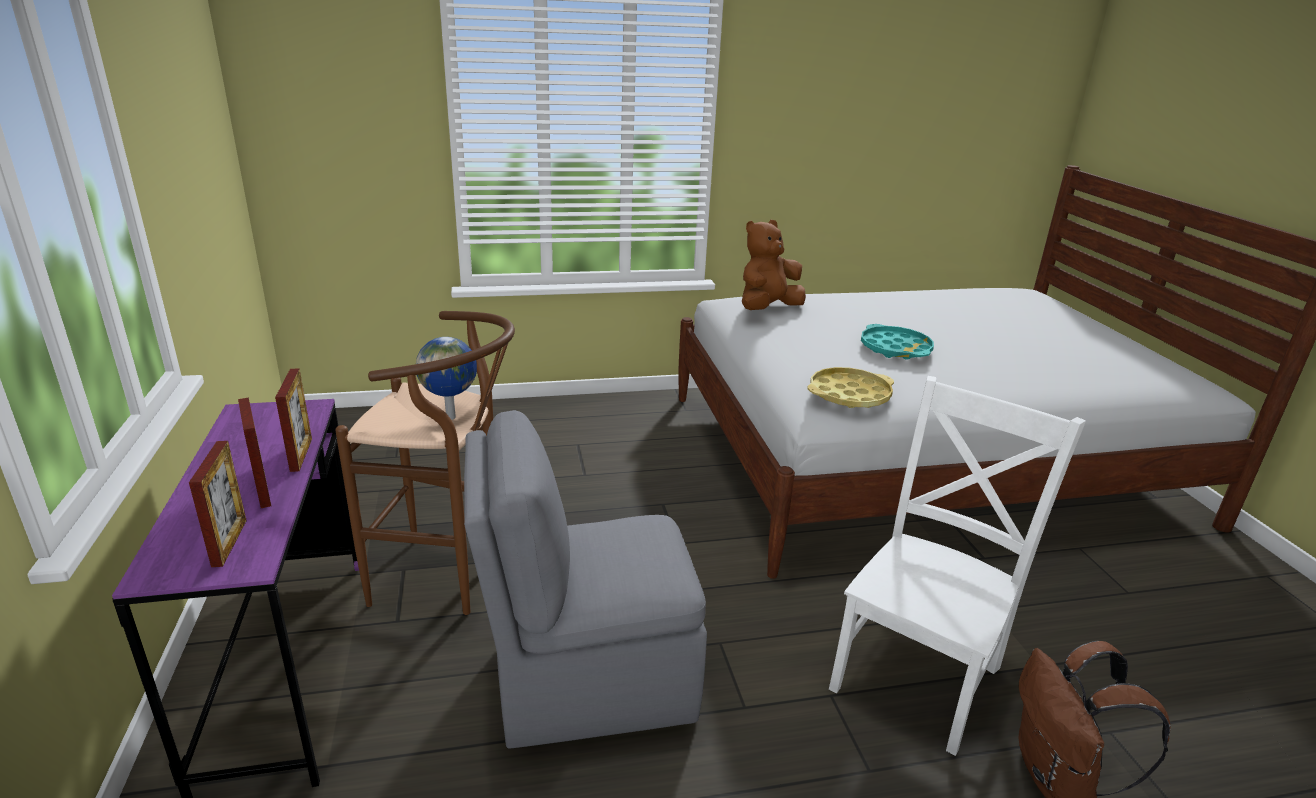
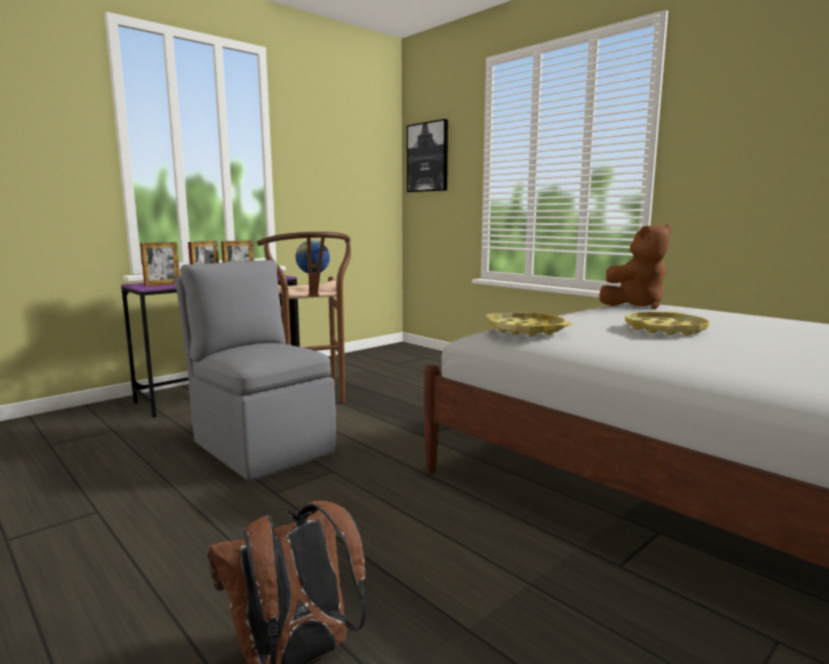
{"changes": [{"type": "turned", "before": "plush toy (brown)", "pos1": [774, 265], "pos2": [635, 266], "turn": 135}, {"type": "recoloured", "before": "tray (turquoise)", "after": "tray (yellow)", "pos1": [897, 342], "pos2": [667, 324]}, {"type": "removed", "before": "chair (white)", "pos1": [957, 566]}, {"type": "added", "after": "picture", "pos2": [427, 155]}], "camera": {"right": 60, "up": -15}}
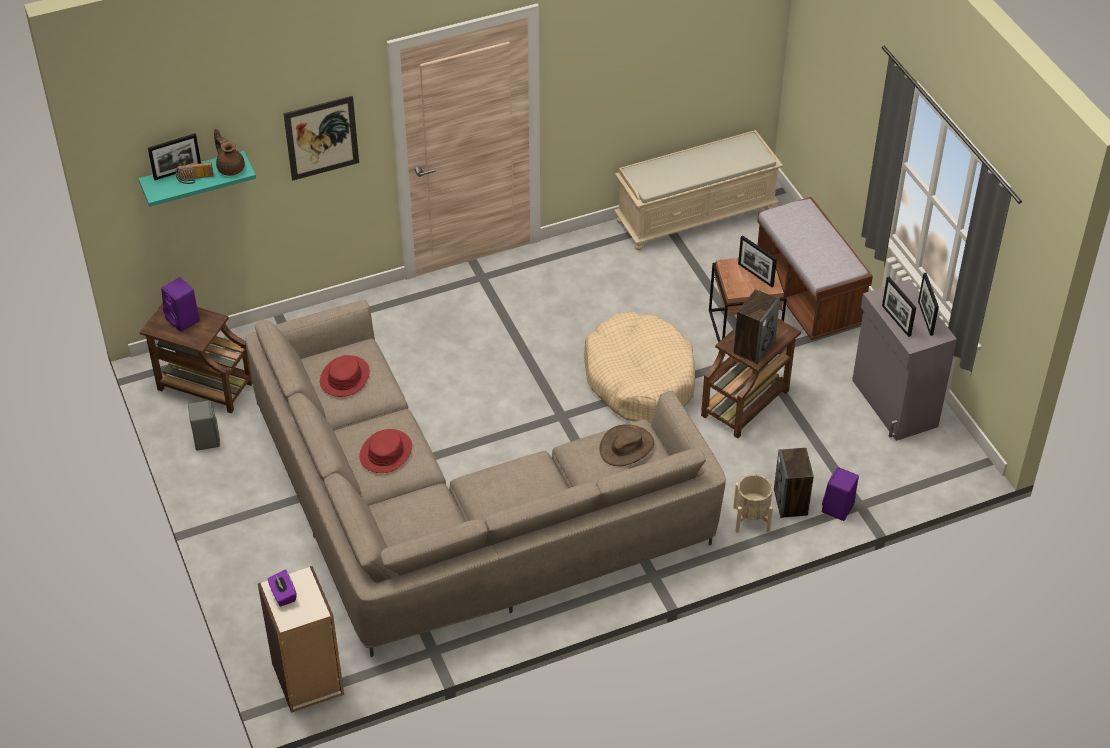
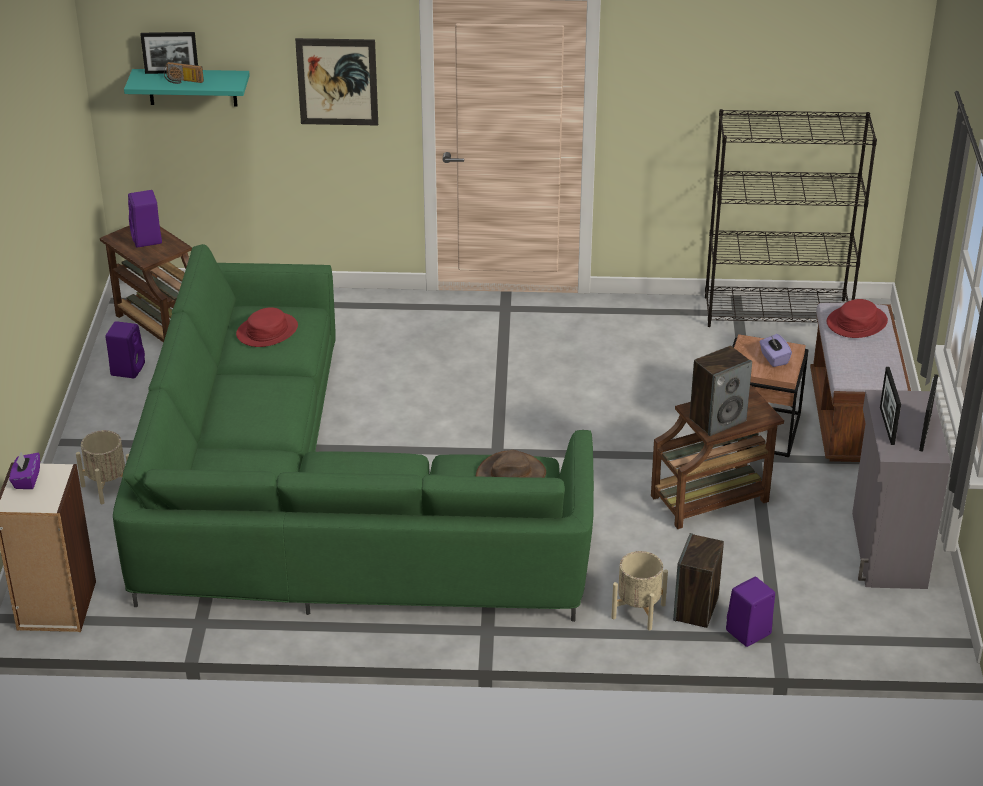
{"changes": [{"type": "removed", "before": "teapot (brown)", "pos1": [229, 152]}, {"type": "replaced", "before": "bench (beige)", "after": "bookcase (black)", "pos1": [698, 190], "pos2": [791, 218]}, {"type": "replaced", "before": "picture frame", "after": "tissue box (purple)", "pos1": [757, 261], "pos2": [776, 350]}, {"type": "recoloured", "before": "sofa (beige)", "after": "sofa (green)", "pos1": [486, 478], "pos2": [353, 433]}, {"type": "removed", "before": "dog bed (beige)", "pos1": [639, 367]}, {"type": "recoloured", "before": "speaker (grey)", "after": "speaker (purple)", "pos1": [204, 425], "pos2": [125, 349]}, {"type": "moved", "before": "hat (red)", "pos1": [385, 451], "pos2": [857, 318]}, {"type": "added", "after": "planter (beige)", "pos2": [102, 467]}], "camera": {"right": 25, "up": -10}}
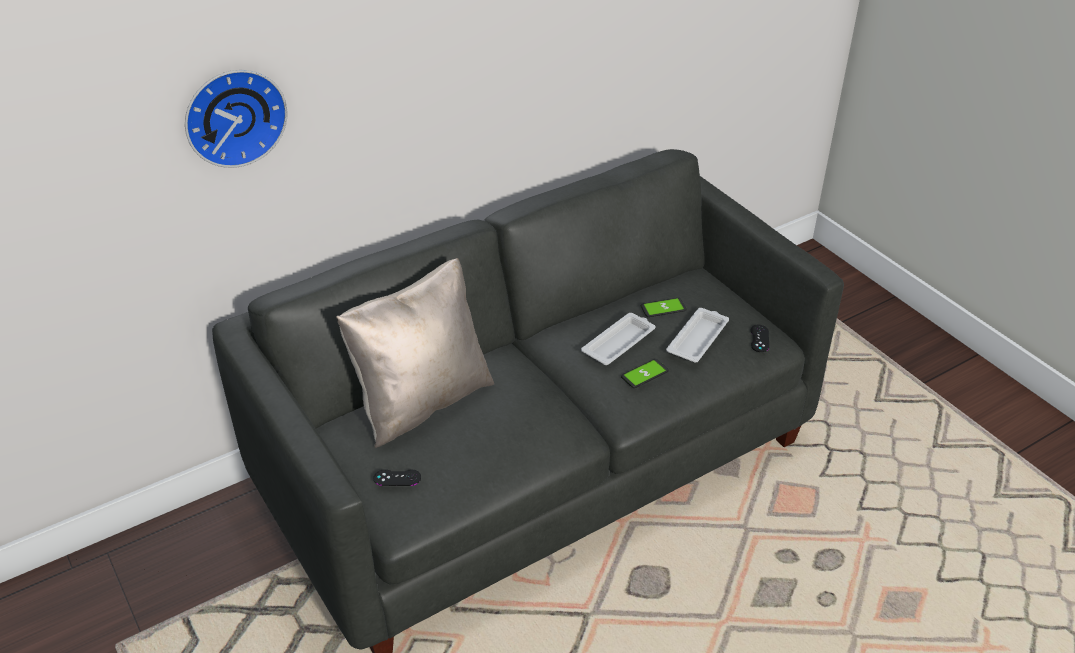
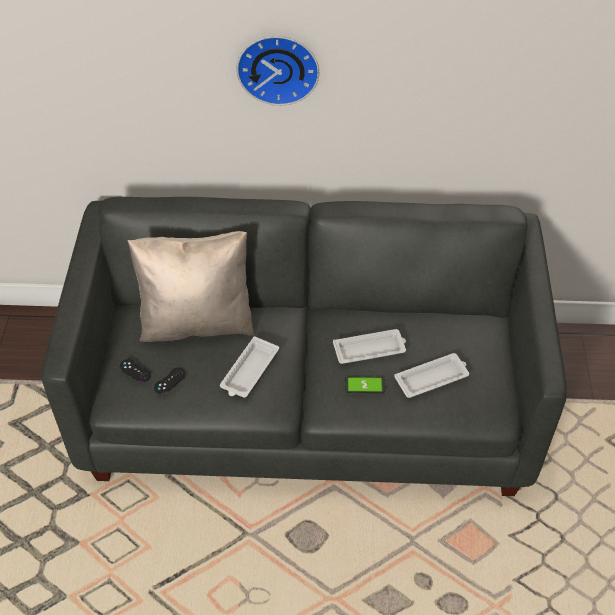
{"changes": [{"type": "moved", "before": "wall clock", "pos1": [236, 119], "pos2": [277, 71]}, {"type": "removed", "before": "phone", "pos1": [664, 307]}, {"type": "moved", "before": "game controller (black)", "pos1": [759, 338], "pos2": [170, 380]}, {"type": "added", "after": "tray (white)", "pos2": [249, 367]}], "camera": {"right": 35, "up": 10}}
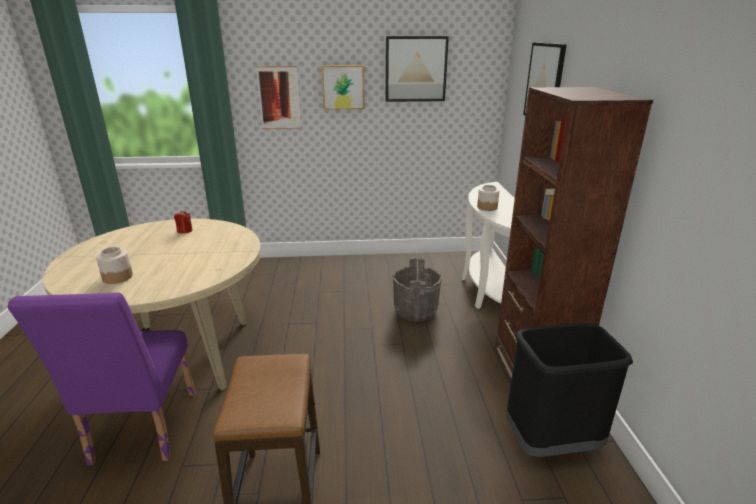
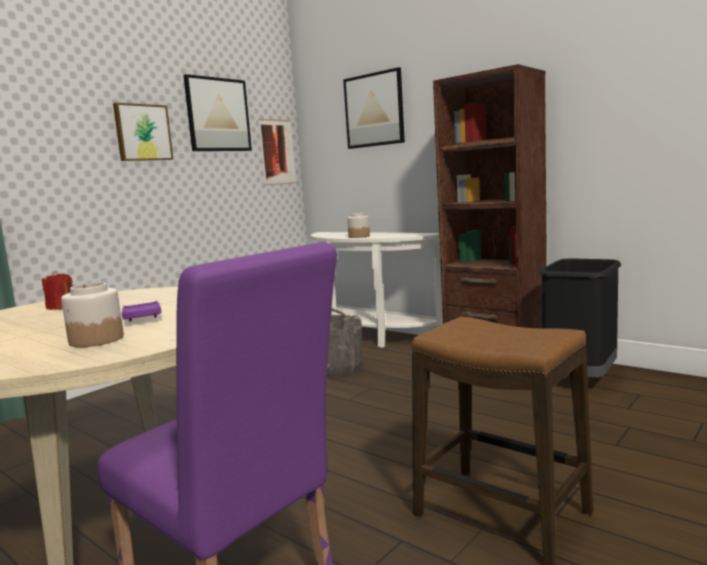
{"changes": [{"type": "moved", "before": "picture", "pos1": [278, 97], "pos2": [277, 152]}, {"type": "added", "after": "tray (purple)", "pos2": [142, 311]}], "camera": {"right": -45, "up": -15}}
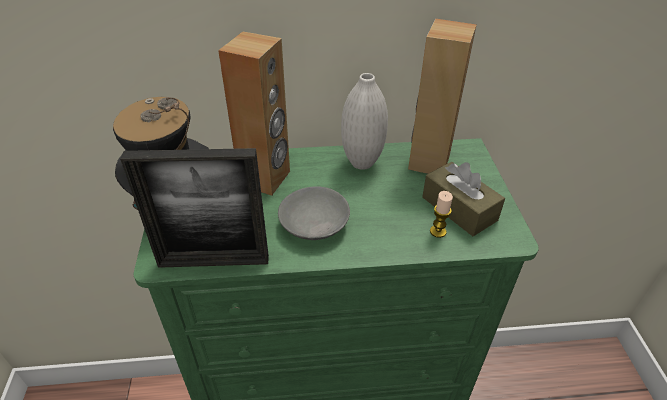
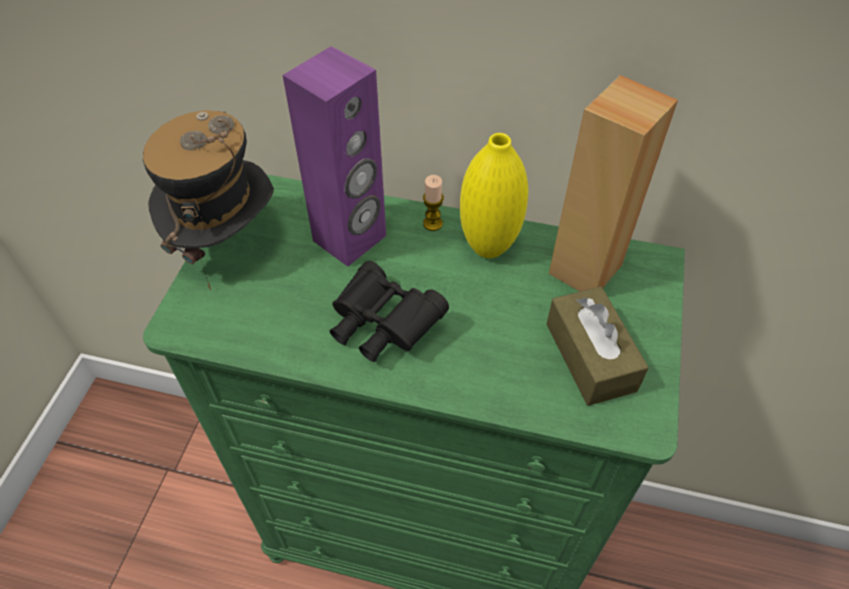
{"changes": [{"type": "recoloured", "before": "speaker (brown)", "after": "speaker (purple)", "pos1": [254, 113], "pos2": [334, 156]}, {"type": "recoloured", "before": "vase (white)", "after": "vase (yellow)", "pos1": [364, 121], "pos2": [494, 195]}, {"type": "removed", "before": "picture frame", "pos1": [194, 208]}, {"type": "replaced", "before": "bowl (grey)", "after": "binoculars (black)", "pos1": [314, 213], "pos2": [389, 311]}, {"type": "moved", "before": "candle", "pos1": [441, 214], "pos2": [433, 203]}], "camera": {"right": 20, "up": 10}}
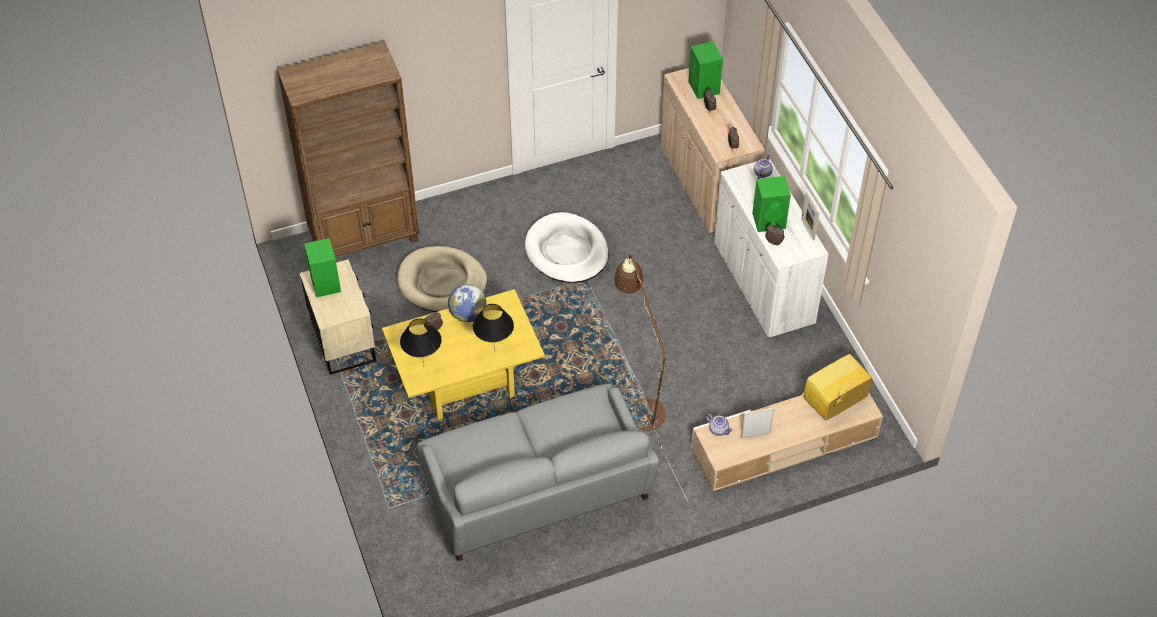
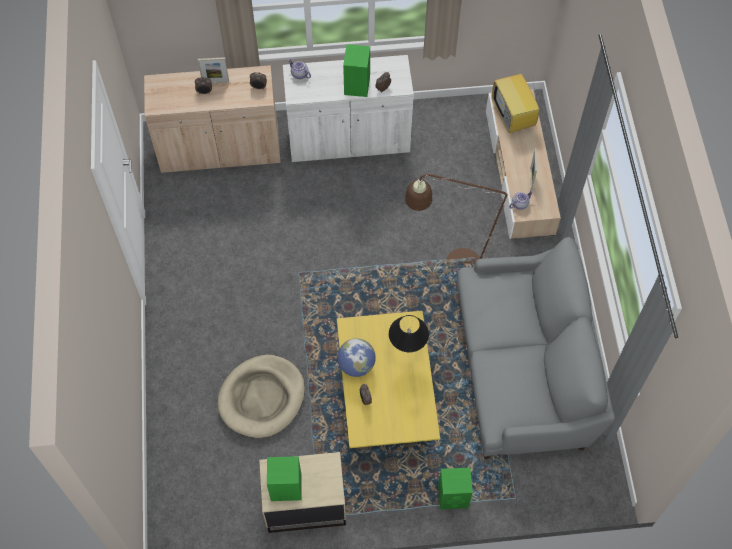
{"changes": [{"type": "removed", "before": "bookcase (brown)", "pos1": [348, 149]}, {"type": "moved", "before": "speaker (green)", "pos1": [705, 70], "pos2": [455, 489]}, {"type": "moved", "before": "picture frame", "pos1": [810, 216], "pos2": [213, 70]}, {"type": "removed", "before": "dog bed (white)", "pos1": [566, 247]}, {"type": "removed", "before": "table lamp (black)", "pos1": [421, 341]}], "camera": {"right": -75, "up": 10}}
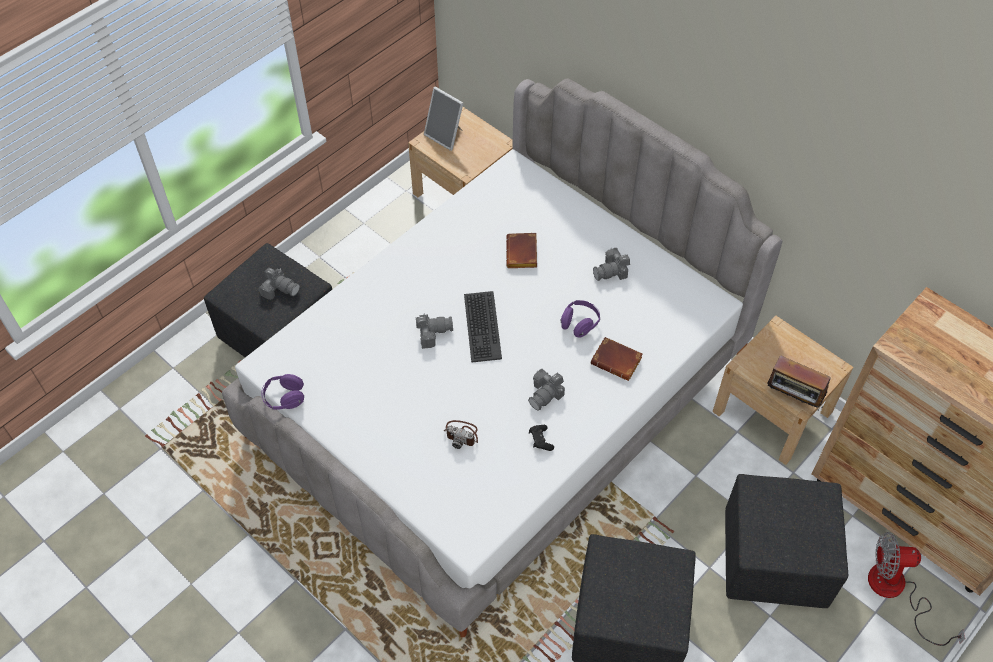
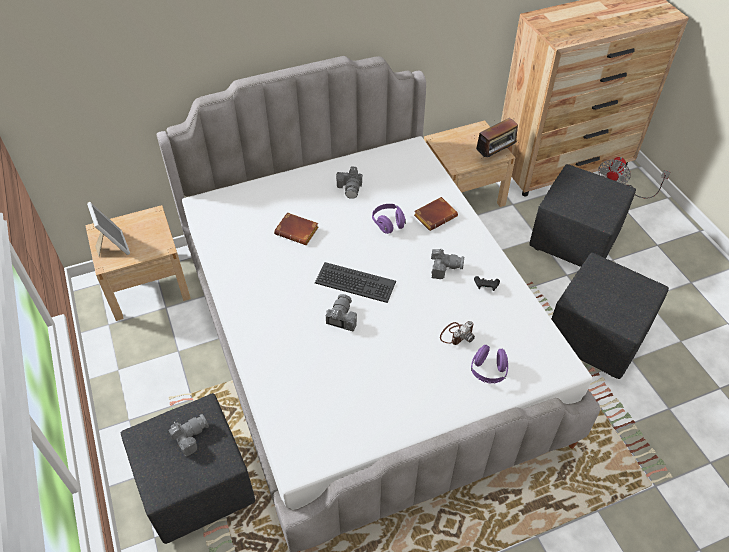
{"changes": [{"type": "turned", "before": "picture frame", "pos1": [443, 119], "pos2": [108, 229], "turn": -90}, {"type": "turned", "before": "photo camera", "pos1": [546, 390], "pos2": [447, 263], "turn": -60}, {"type": "moved", "before": "headphones (purple)", "pos1": [282, 392], "pos2": [489, 364]}], "camera": {"right": -65, "up": -5}}
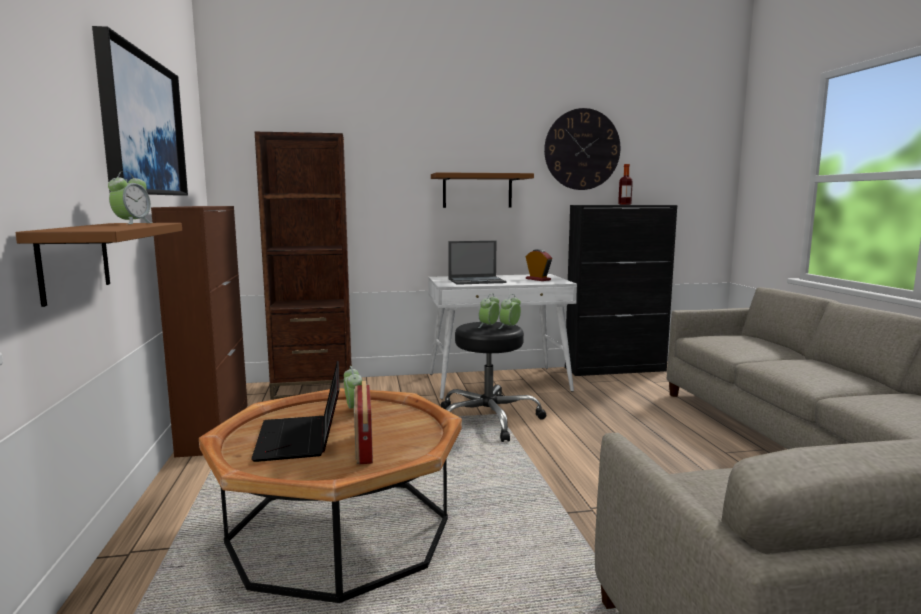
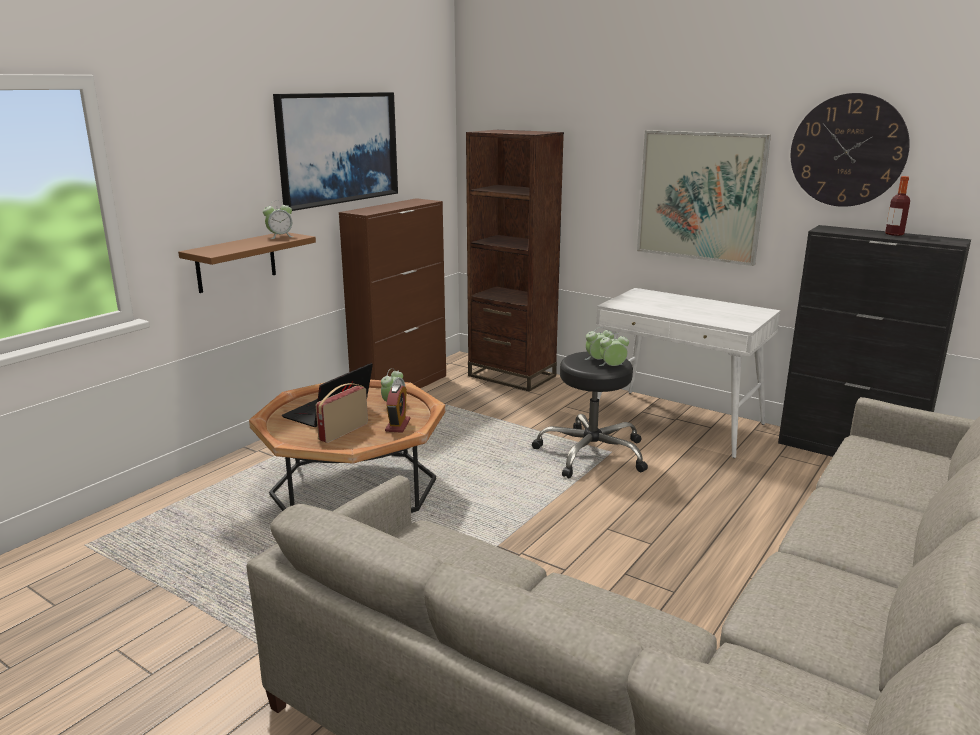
{"changes": [{"type": "replaced", "before": "shelf (brown)", "after": "picture", "pos1": [482, 190], "pos2": [704, 198]}, {"type": "removed", "before": "laptop", "pos1": [477, 263]}, {"type": "moved", "before": "alarm clock", "pos1": [539, 265], "pos2": [397, 408]}], "camera": {"right": 45, "up": 10}}
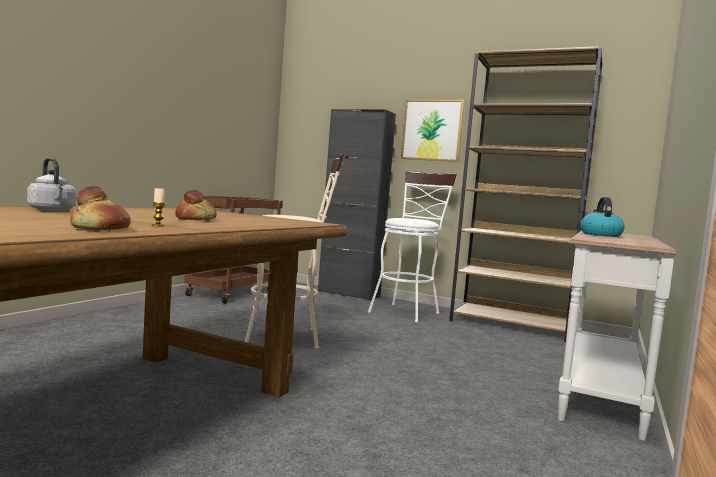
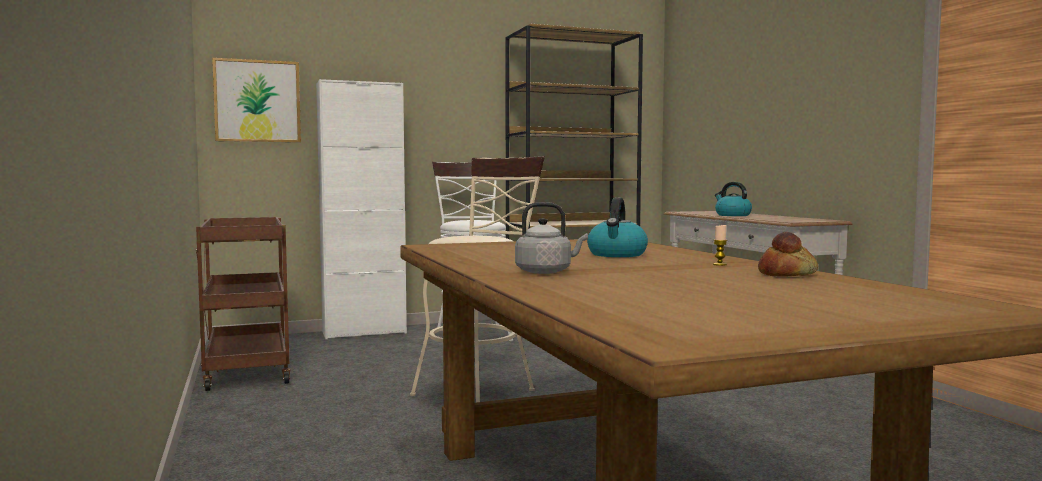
{"changes": [{"type": "moved", "before": "picture", "pos1": [433, 130], "pos2": [256, 100]}, {"type": "recoloured", "before": "cabinet (black)", "after": "cabinet (white)", "pos1": [357, 205], "pos2": [361, 209]}, {"type": "replaced", "before": "bread", "after": "kettle", "pos1": [196, 204], "pos2": [617, 227]}], "camera": {"right": -45, "up": 0}}
